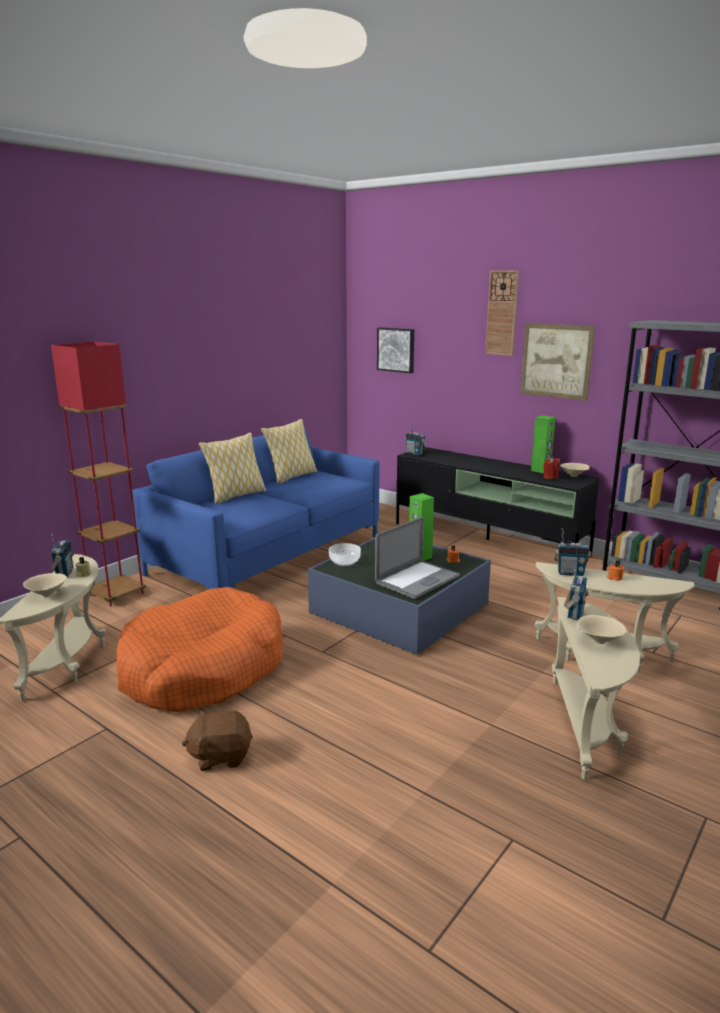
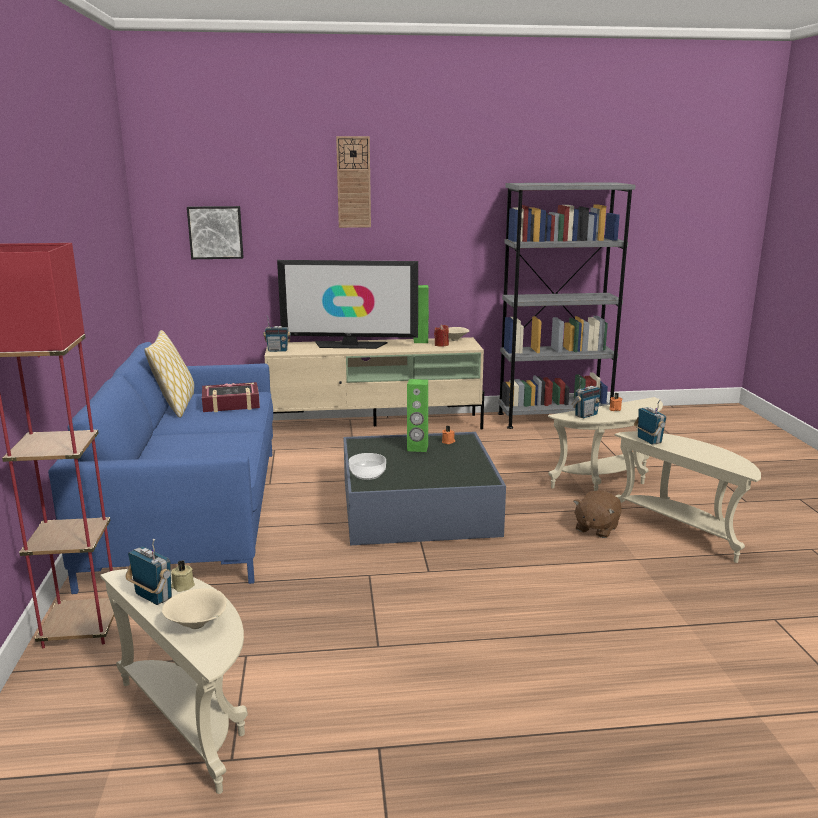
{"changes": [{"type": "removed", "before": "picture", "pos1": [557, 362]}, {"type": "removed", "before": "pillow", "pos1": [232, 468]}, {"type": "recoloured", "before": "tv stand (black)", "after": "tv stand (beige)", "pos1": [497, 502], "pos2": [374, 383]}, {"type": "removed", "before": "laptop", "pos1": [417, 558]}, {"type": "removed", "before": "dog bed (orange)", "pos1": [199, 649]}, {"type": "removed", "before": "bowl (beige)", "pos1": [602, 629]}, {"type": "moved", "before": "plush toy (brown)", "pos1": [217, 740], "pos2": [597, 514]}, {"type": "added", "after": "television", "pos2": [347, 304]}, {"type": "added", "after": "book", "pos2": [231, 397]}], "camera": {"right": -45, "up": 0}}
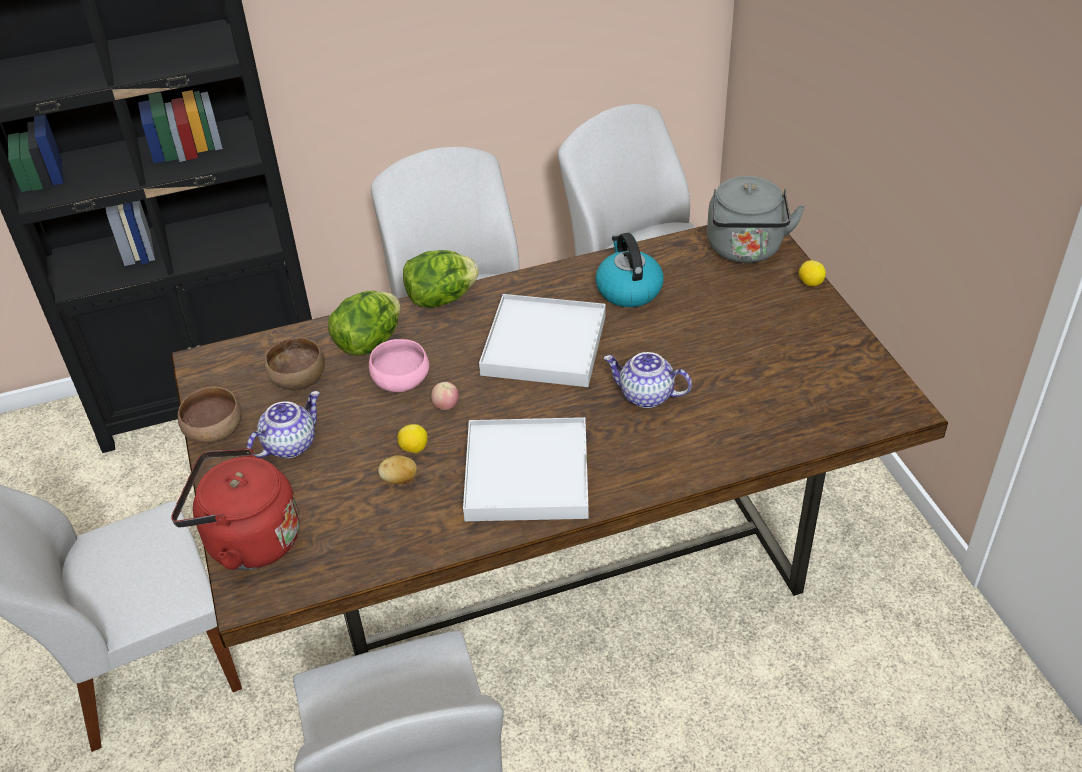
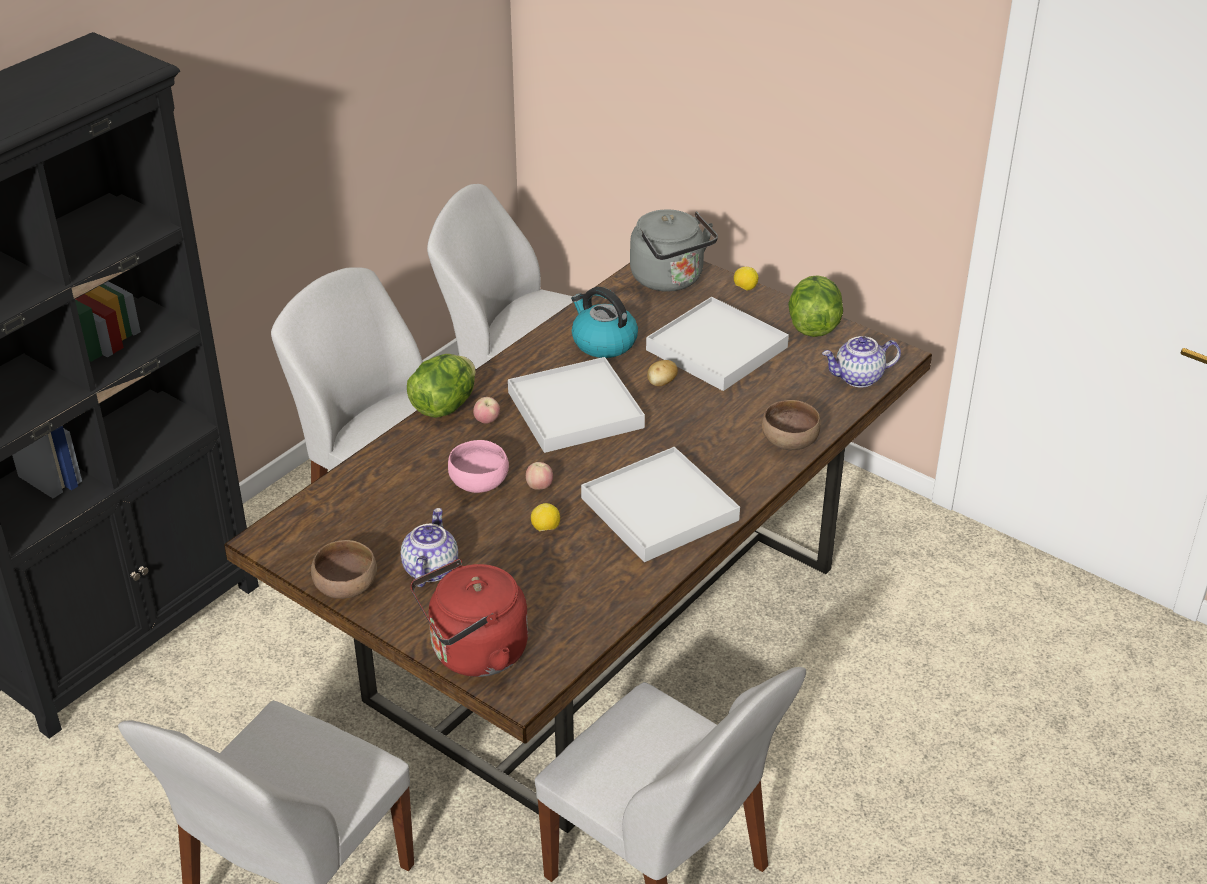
{"changes": [{"type": "moved", "before": "lettuce", "pos1": [364, 323], "pos2": [815, 306]}, {"type": "moved", "before": "bowl (brown)", "pos1": [295, 364], "pos2": [791, 425]}, {"type": "moved", "before": "teapot", "pos1": [648, 380], "pos2": [861, 361]}, {"type": "moved", "before": "potato", "pos1": [397, 469], "pos2": [662, 373]}, {"type": "added", "after": "tray (white)", "pos2": [717, 344]}, {"type": "added", "after": "apple", "pos2": [486, 410]}], "camera": {"right": -35, "up": -5}}
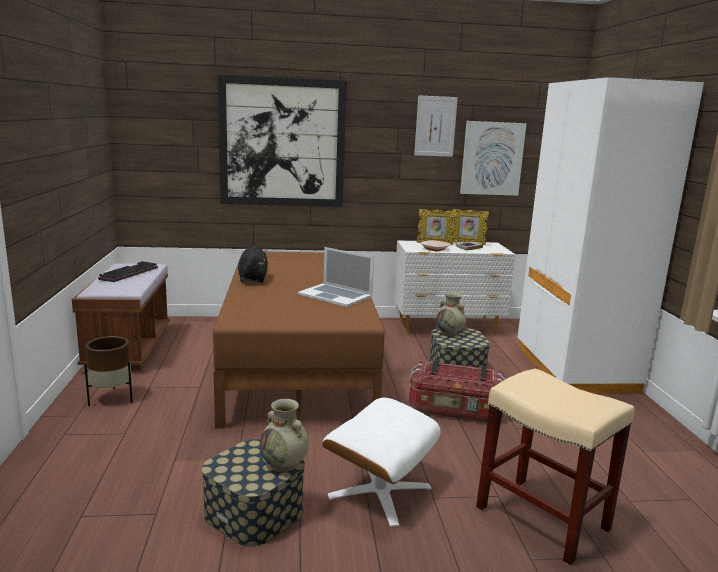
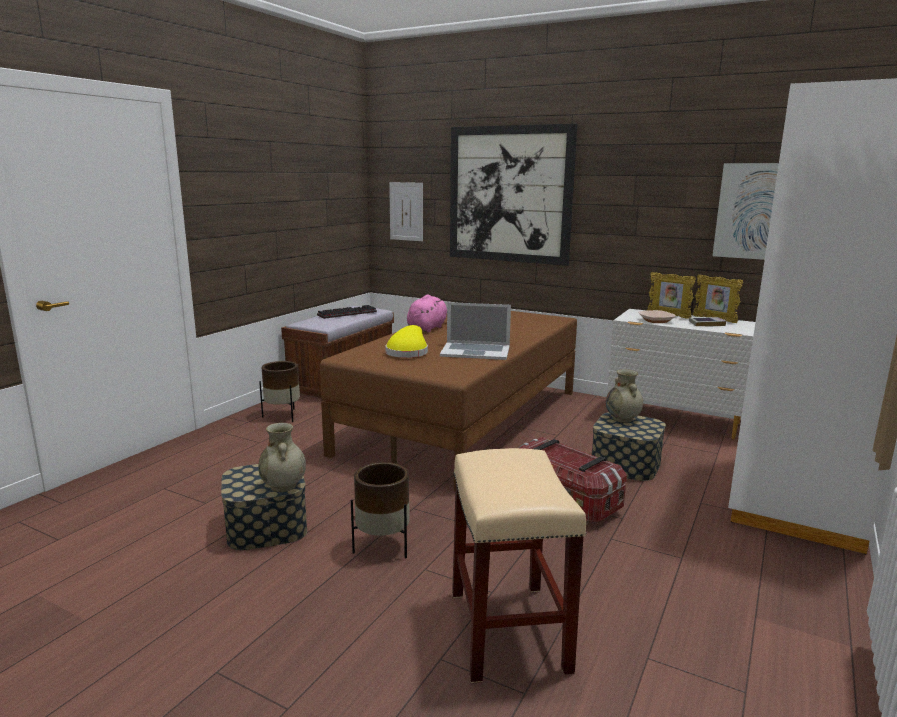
{"changes": [{"type": "moved", "before": "picture", "pos1": [436, 126], "pos2": [406, 211]}, {"type": "recoloured", "before": "plush toy (black)", "after": "plush toy (pink)", "pos1": [253, 264], "pos2": [427, 313]}, {"type": "turned", "before": "laptop", "pos1": [335, 277], "pos2": [475, 331], "turn": -60}, {"type": "replaced", "before": "ottoman (white)", "after": "planter (brown)", "pos1": [381, 462], "pos2": [380, 510]}, {"type": "added", "after": "hat (yellow)", "pos2": [407, 341]}], "camera": {"right": 35, "up": 0}}
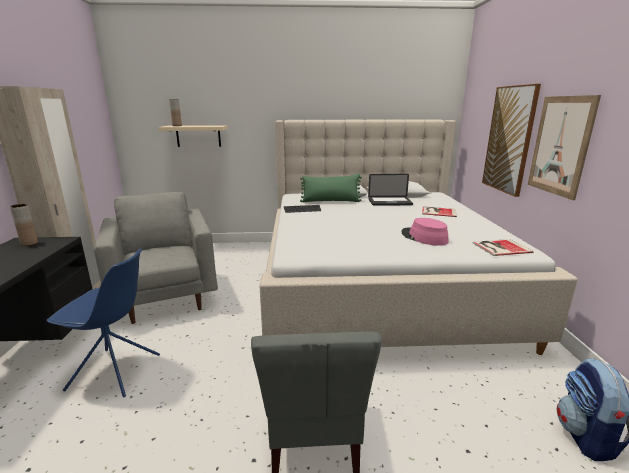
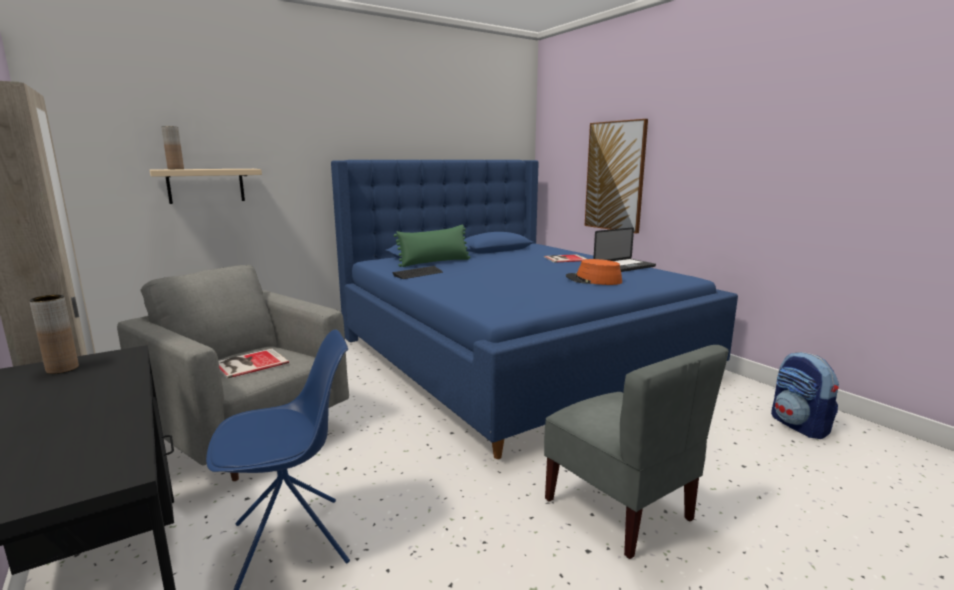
{"changes": [{"type": "removed", "before": "picture", "pos1": [564, 147]}, {"type": "recoloured", "before": "bed (beige)", "after": "bed (blue)", "pos1": [419, 237], "pos2": [534, 309]}, {"type": "moved", "before": "laptop", "pos1": [390, 190], "pos2": [624, 249]}, {"type": "recoloured", "before": "hat (pink)", "after": "hat (orange)", "pos1": [425, 232], "pos2": [594, 272]}, {"type": "moved", "before": "book", "pos1": [503, 247], "pos2": [254, 364]}], "camera": {"right": -30, "up": -5}}
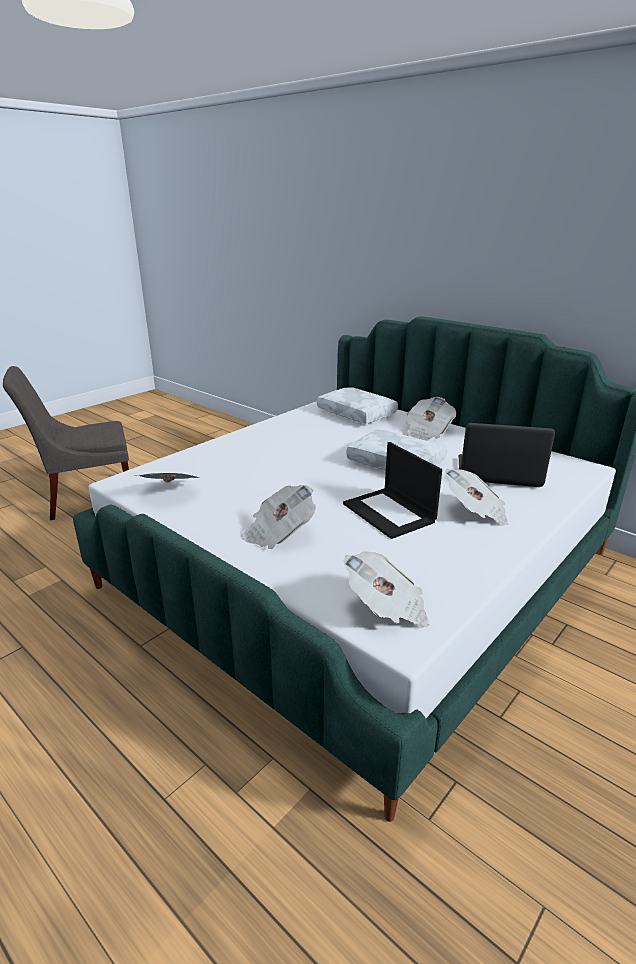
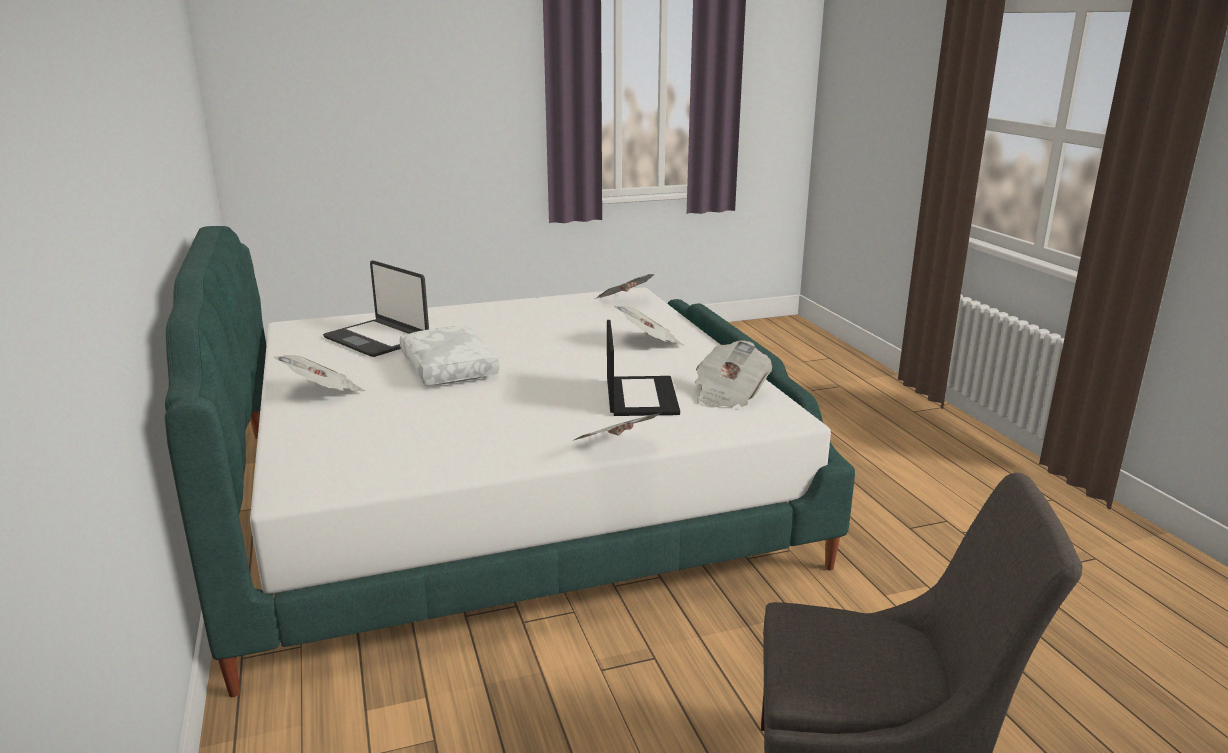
{"changes": [{"type": "removed", "before": "pillow (white)", "pos1": [357, 405]}, {"type": "moved", "before": "laptop", "pos1": [392, 490], "pos2": [643, 368]}, {"type": "moved", "before": "newspaper", "pos1": [476, 497], "pos2": [617, 426]}], "camera": {"right": -150, "up": -5}}
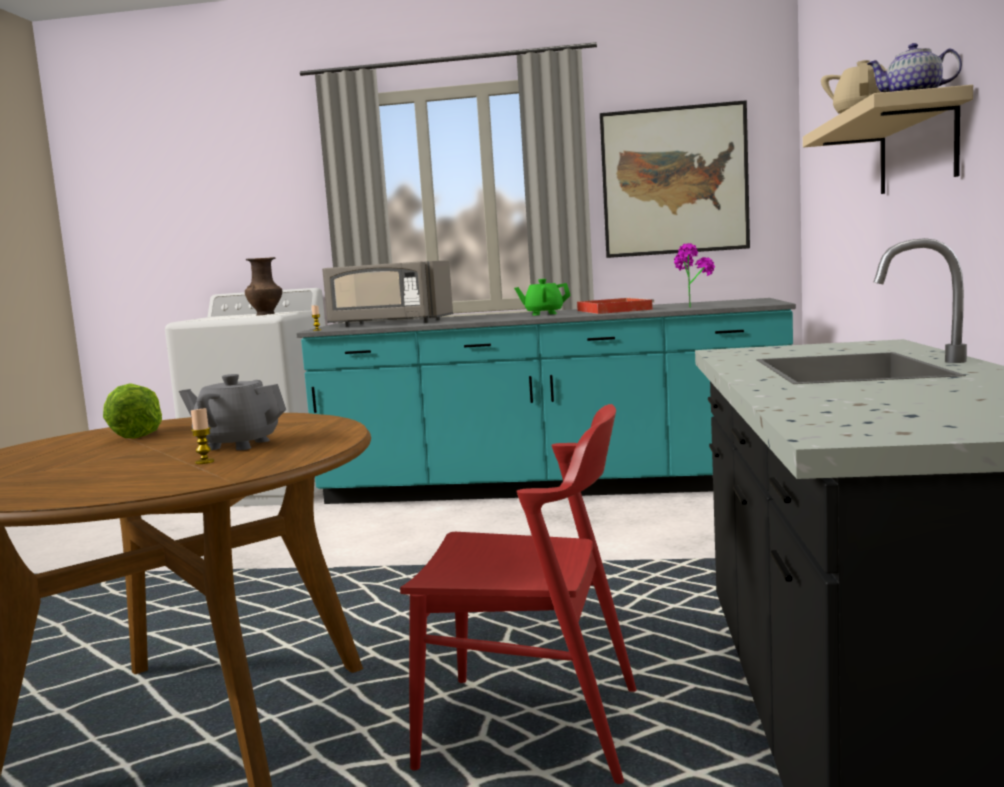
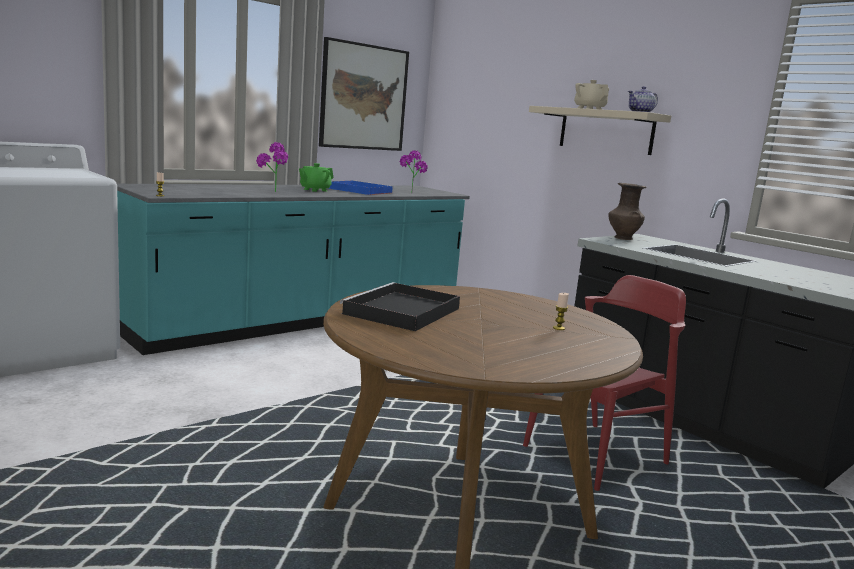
{"changes": [{"type": "moved", "before": "vase (brown)", "pos1": [263, 286], "pos2": [627, 211]}, {"type": "removed", "before": "microwave (grey)", "pos1": [387, 293]}, {"type": "recoloured", "before": "tray (red)", "after": "tray (blue)", "pos1": [616, 306], "pos2": [361, 187]}, {"type": "removed", "before": "teapot (grey)", "pos1": [232, 412]}, {"type": "replaced", "before": "lettuce", "after": "tray (black)", "pos1": [132, 410], "pos2": [400, 306]}, {"type": "added", "after": "potted plant", "pos2": [272, 167]}], "camera": {"right": -50, "up": 5}}
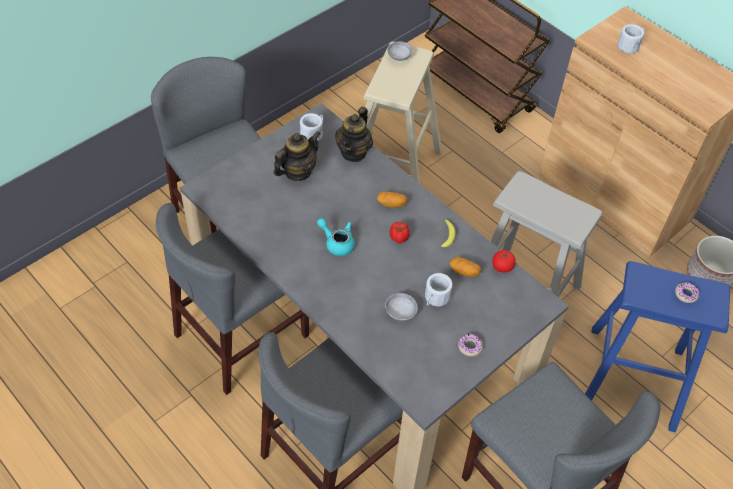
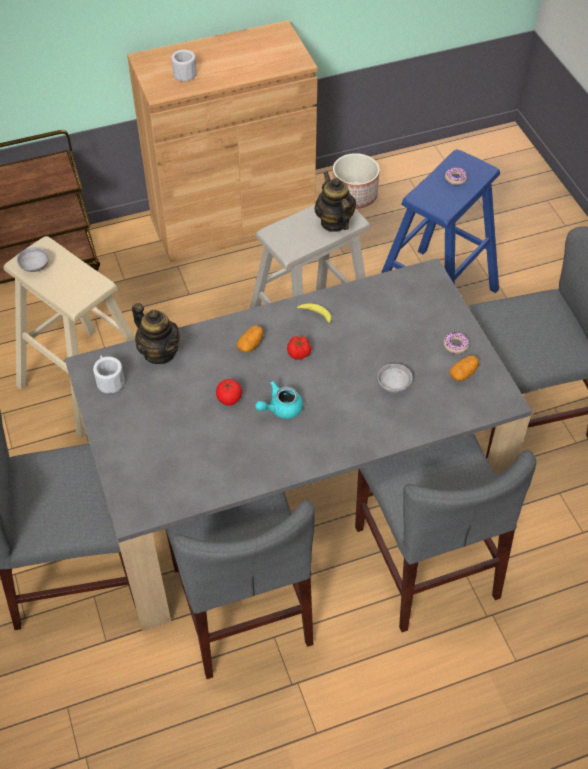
{"changes": [{"type": "moved", "before": "teapot", "pos1": [297, 156], "pos2": [335, 202]}, {"type": "moved", "before": "tomato", "pos1": [504, 261], "pos2": [229, 392]}, {"type": "moved", "before": "potato", "pos1": [465, 267], "pos2": [464, 368]}, {"type": "removed", "before": "mug (white)", "pos1": [439, 289]}], "camera": {"right": -65, "up": 0}}
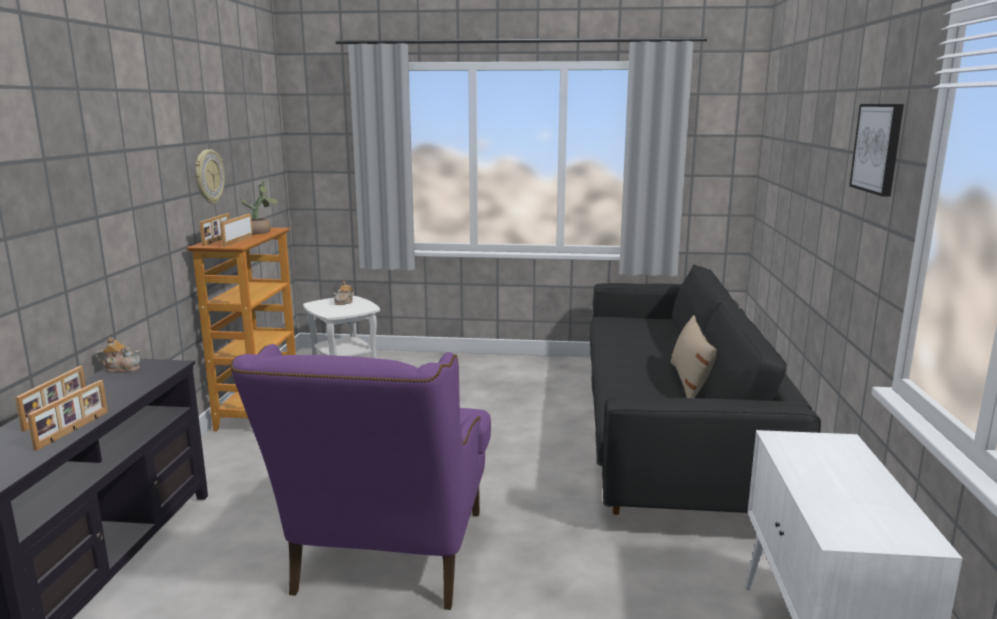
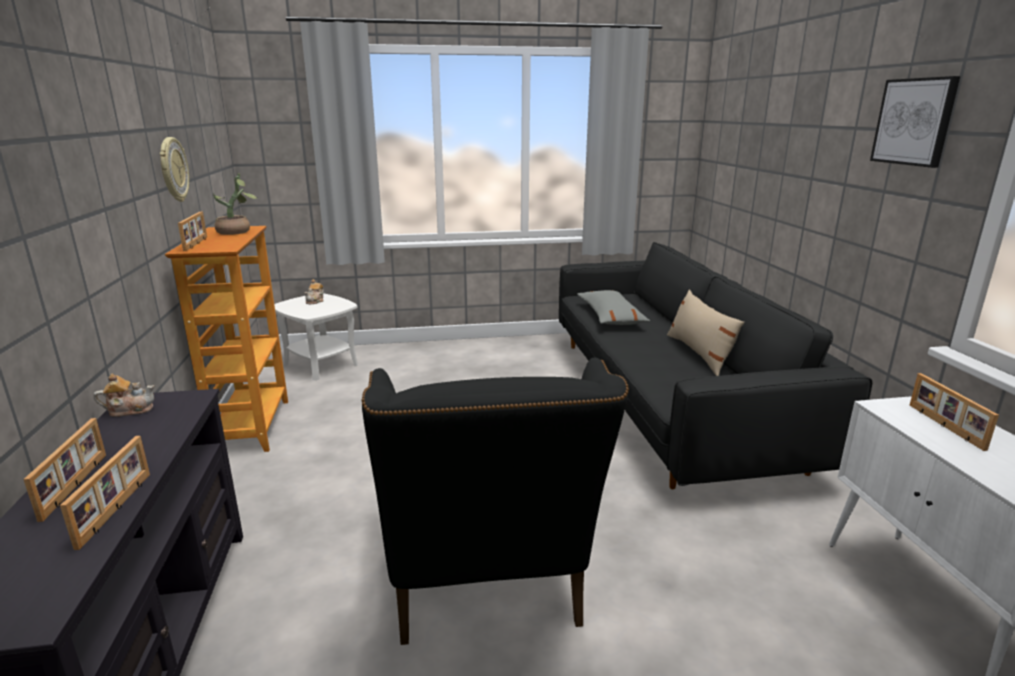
{"changes": [{"type": "moved", "before": "picture frame", "pos1": [236, 230], "pos2": [954, 412]}, {"type": "recoloured", "before": "armchair (purple)", "after": "armchair (black)", "pos1": [360, 477], "pos2": [495, 501]}, {"type": "added", "after": "pillow (grey)", "pos2": [613, 307]}], "camera": {"right": -15, "up": 5}}
